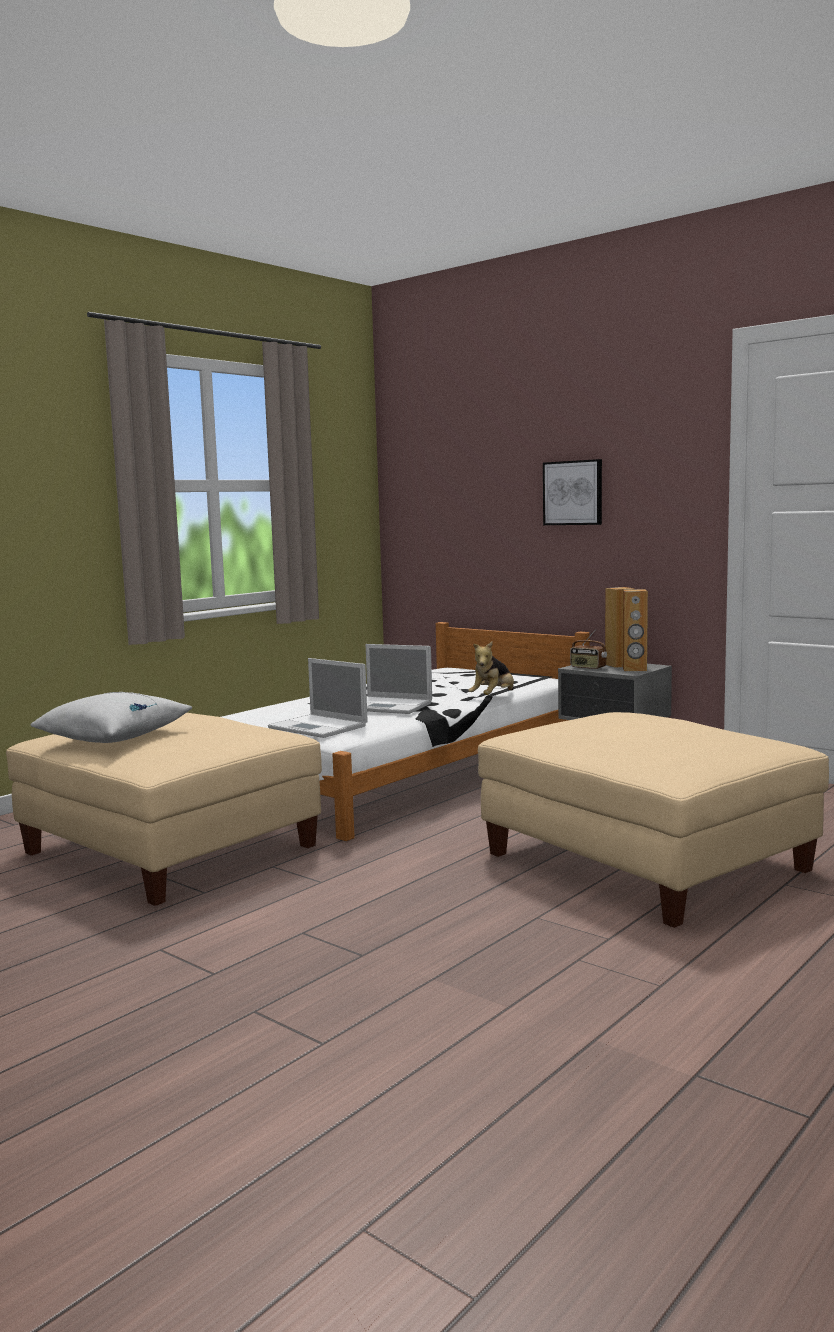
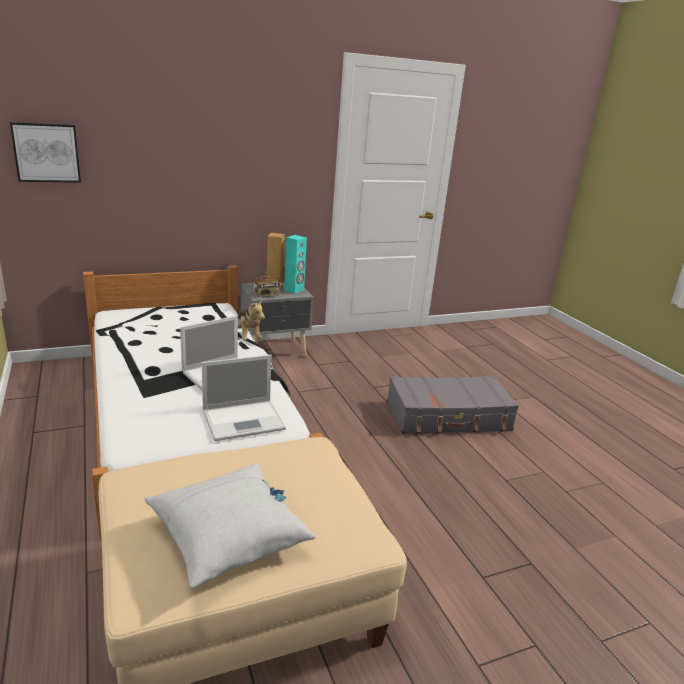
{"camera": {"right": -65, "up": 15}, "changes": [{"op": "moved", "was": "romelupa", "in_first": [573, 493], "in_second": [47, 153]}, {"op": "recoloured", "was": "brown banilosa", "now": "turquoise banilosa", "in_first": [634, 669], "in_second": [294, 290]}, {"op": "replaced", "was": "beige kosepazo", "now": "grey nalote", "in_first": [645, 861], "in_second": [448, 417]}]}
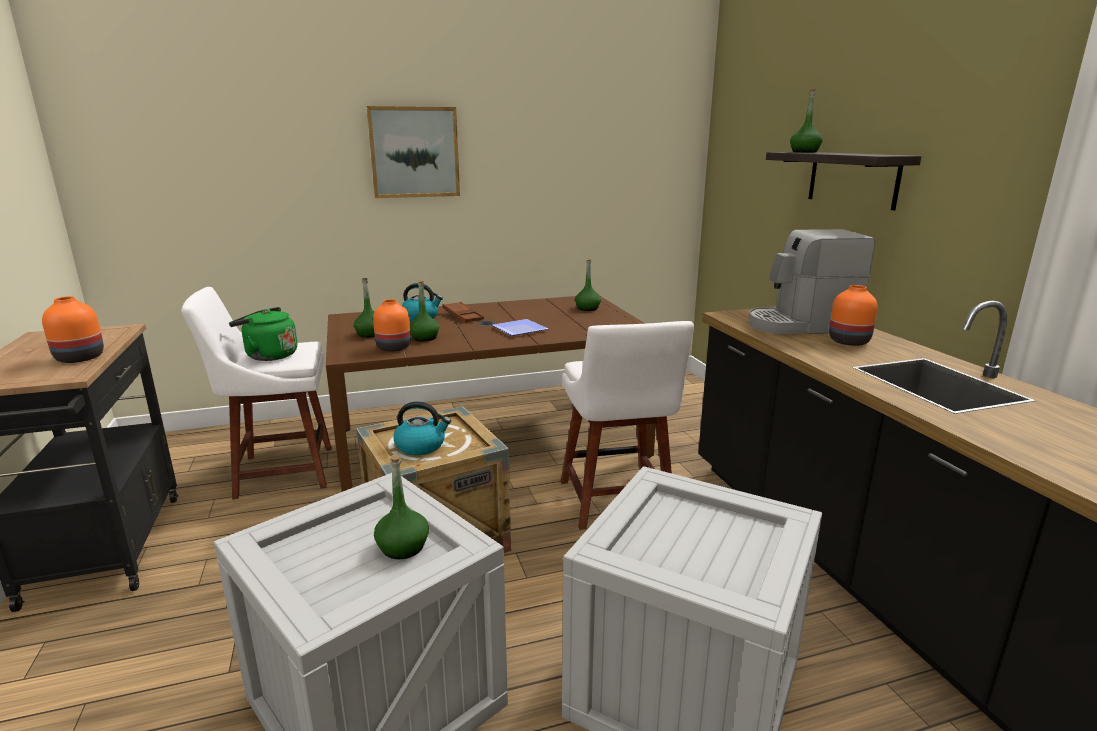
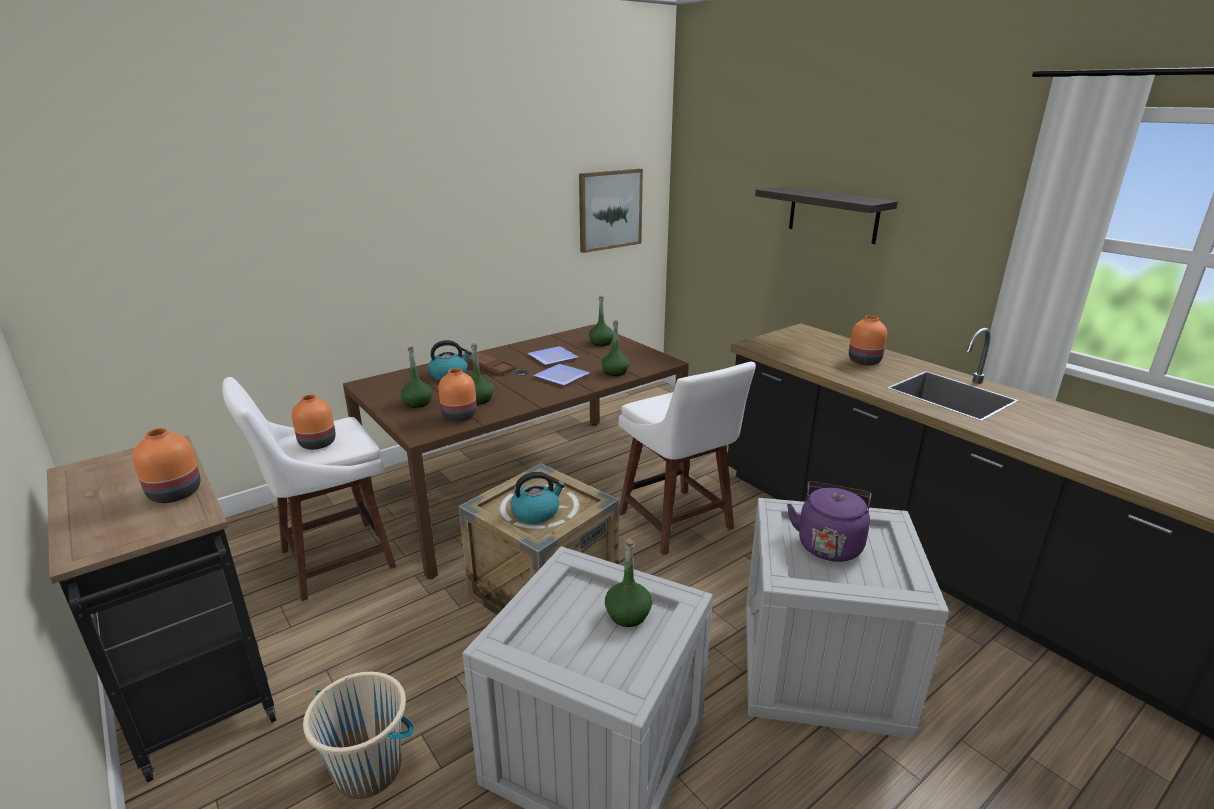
{"camera": {"right": -20, "up": 5}, "changes": [{"op": "moved", "was": "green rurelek", "in_first": [804, 152], "in_second": [615, 372]}, {"op": "moved", "was": "romelupa", "in_first": [414, 152], "in_second": [609, 209]}, {"op": "removed", "was": "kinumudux", "in_first": [800, 325]}, {"op": "replaced", "was": "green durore", "now": "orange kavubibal", "in_first": [268, 355], "in_second": [317, 443]}, {"op": "added", "now": "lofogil", "in_second": [552, 358]}, {"op": "added", "now": "purple durore", "in_second": [829, 544]}, {"op": "added", "now": "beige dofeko", "in_second": [369, 769]}]}
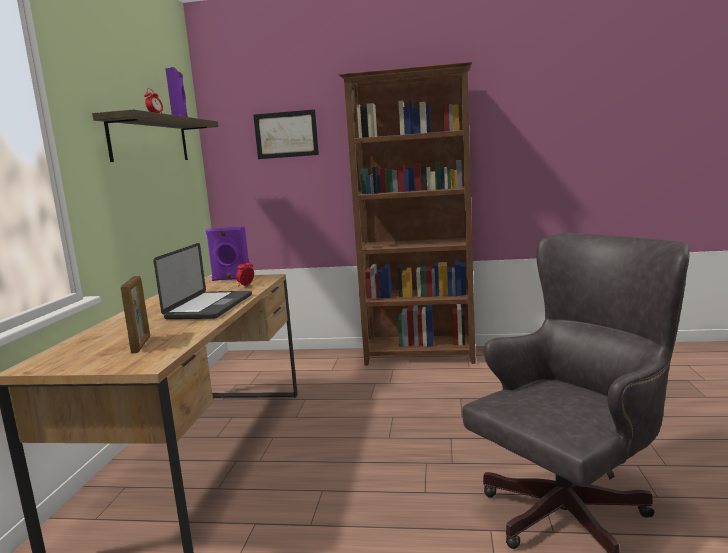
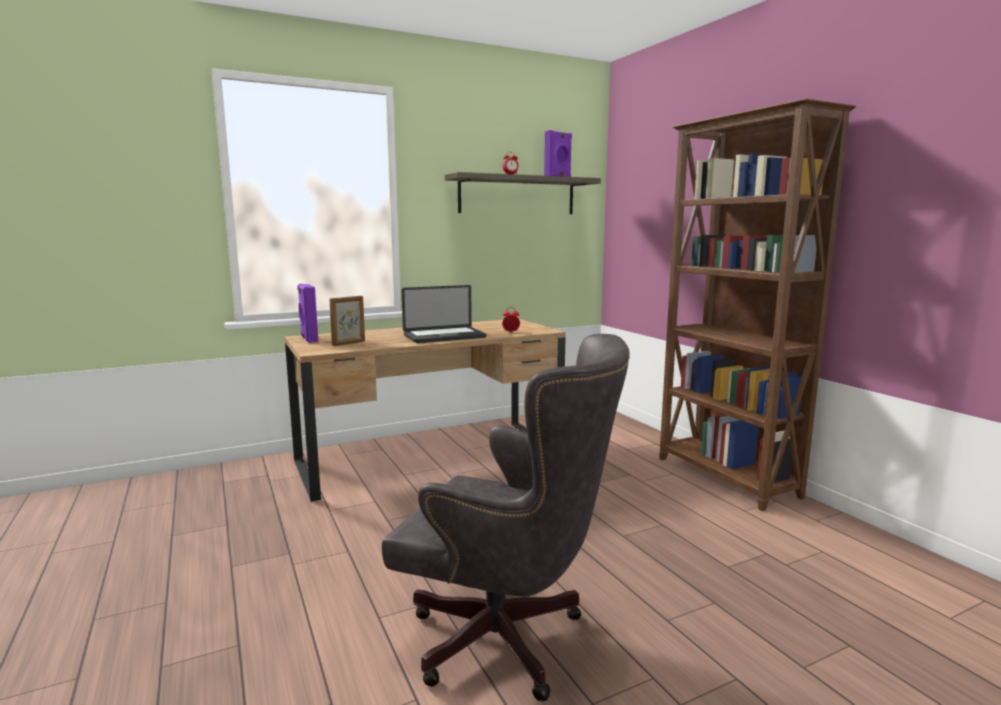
{"camera": {"right": 55, "up": 0}, "changes": [{"op": "removed", "was": "romelupa", "in_first": [286, 134]}, {"op": "moved", "was": "purple banilosa", "in_first": [231, 279], "in_second": [308, 339]}]}
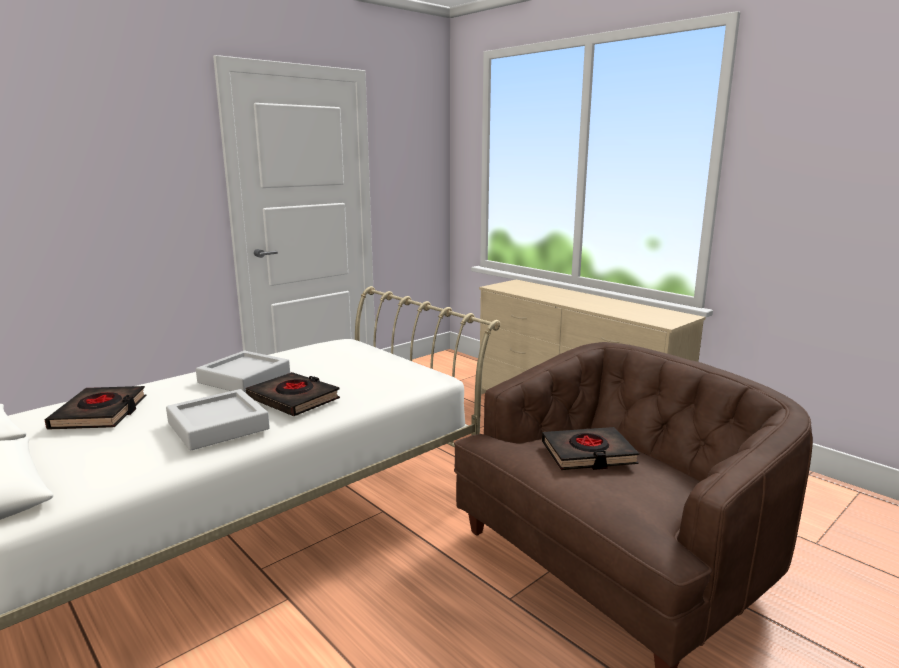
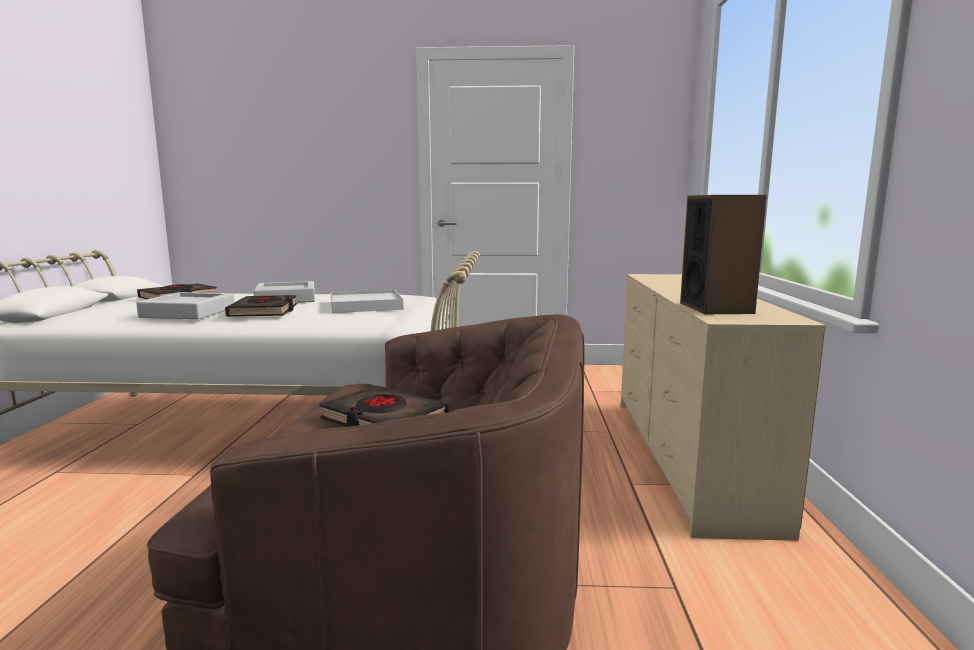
{"camera": {"right": 45, "up": -5}, "changes": [{"op": "added", "now": "banilosa", "in_second": [716, 308]}, {"op": "added", "now": "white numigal", "in_second": [366, 305]}]}
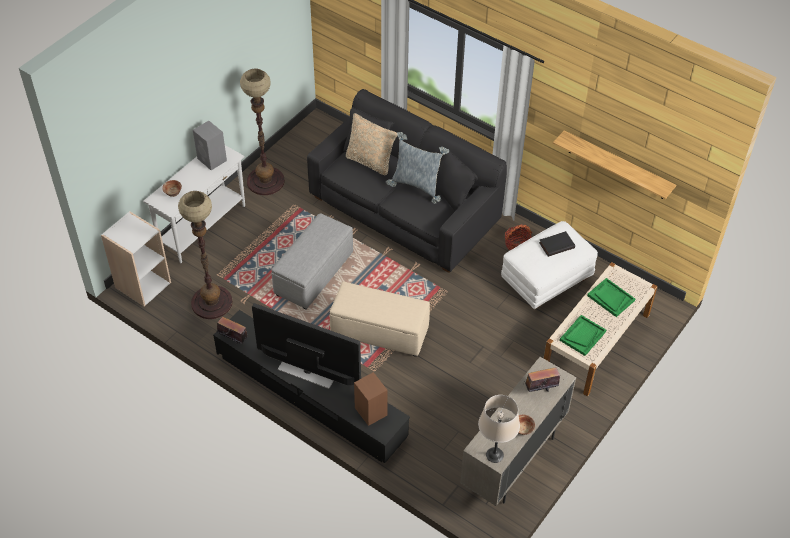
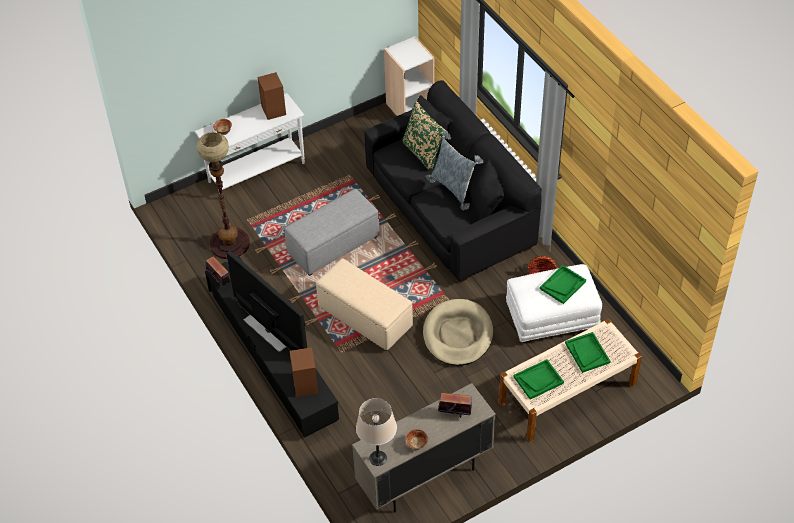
{"camera": {"right": 25, "up": 0}, "changes": [{"op": "removed", "was": "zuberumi", "in_first": [265, 181]}, {"op": "recoloured", "was": "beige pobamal", "now": "green pobamal", "in_first": [370, 163], "in_second": [423, 154]}, {"op": "recoloured", "was": "grey banilosa", "now": "brown banilosa", "in_first": [212, 160], "in_second": [273, 110]}, {"op": "removed", "was": "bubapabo", "in_first": [617, 165]}, {"op": "moved", "was": "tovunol", "in_first": [143, 285], "in_second": [410, 107]}, {"op": "replaced", "was": "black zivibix", "now": "green numigal", "in_first": [556, 245], "in_second": [562, 285]}, {"op": "added", "now": "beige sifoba", "in_second": [457, 335]}]}
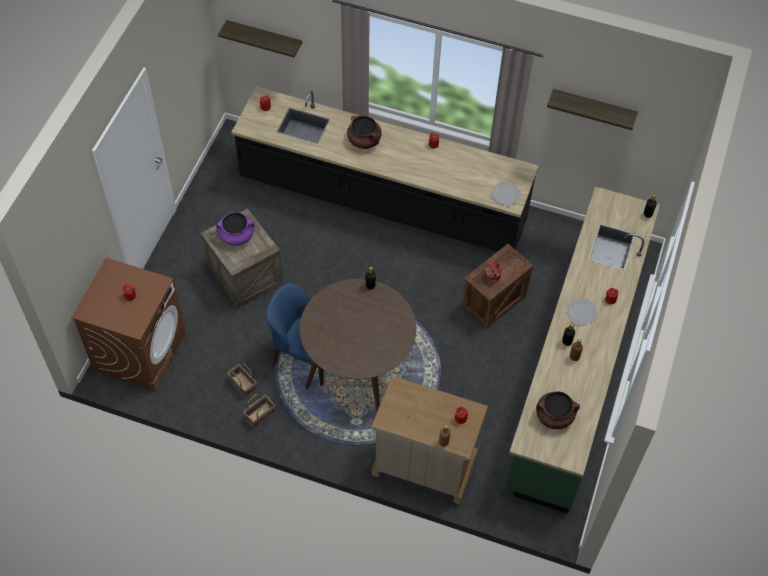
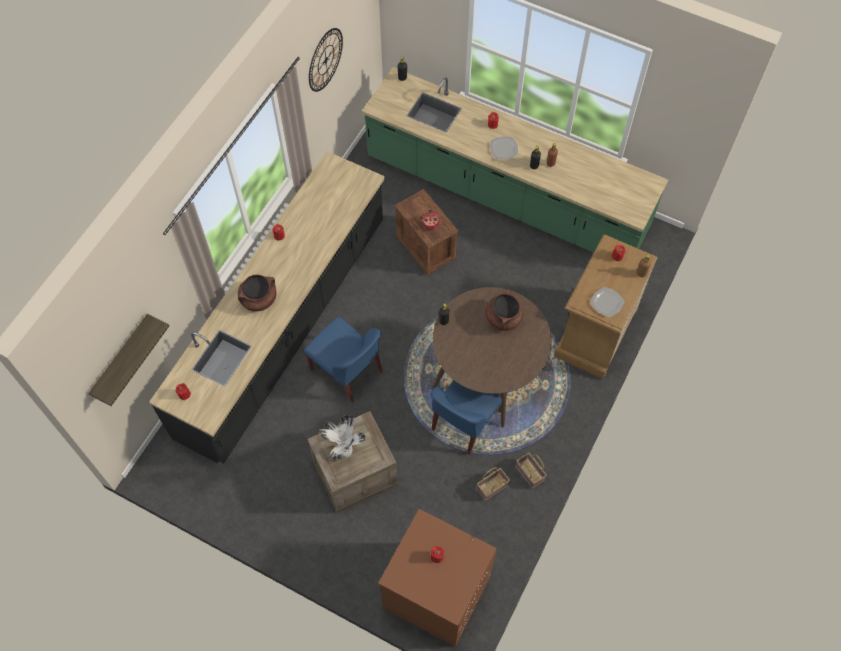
{"camera": {"right": -80, "up": 5}, "changes": [{"op": "replaced", "was": "bubapabo", "now": "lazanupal", "in_first": [593, 108], "in_second": [325, 60]}, {"op": "moved", "was": "lofogil", "in_first": [505, 194], "in_second": [607, 302]}, {"op": "replaced", "was": "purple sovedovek", "now": "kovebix", "in_first": [237, 236], "in_second": [343, 453]}, {"op": "moved", "was": "brown sovedovek", "in_first": [554, 416], "in_second": [503, 318]}, {"op": "added", "now": "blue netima", "in_second": [347, 371]}]}
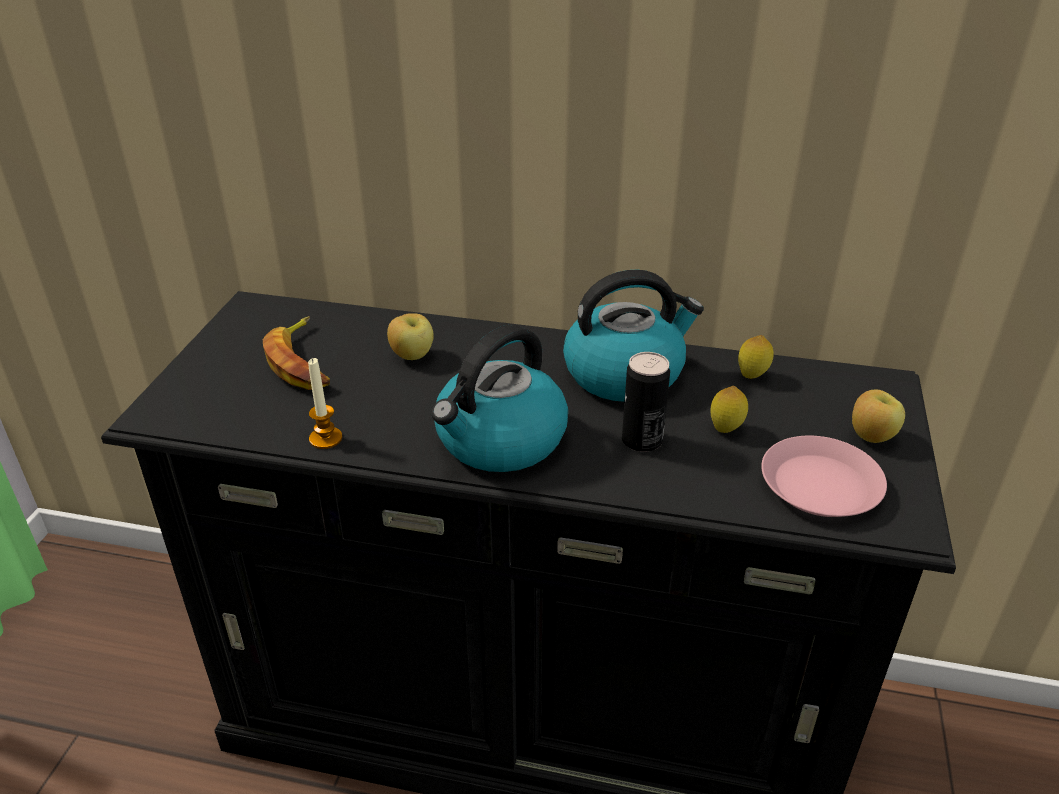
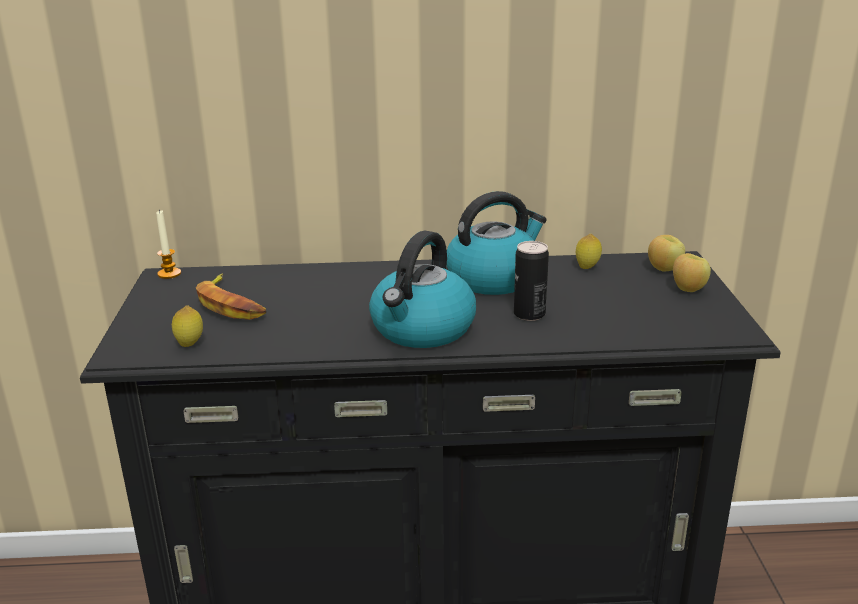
{"camera": {"right": -15, "up": -10}, "changes": [{"op": "moved", "was": "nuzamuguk", "in_first": [413, 356], "in_second": [664, 269]}, {"op": "moved", "was": "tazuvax", "in_first": [325, 438], "in_second": [169, 274]}, {"op": "moved", "was": "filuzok", "in_first": [725, 429], "in_second": [190, 345]}, {"op": "removed", "was": "pink lofogil", "in_first": [821, 486]}]}
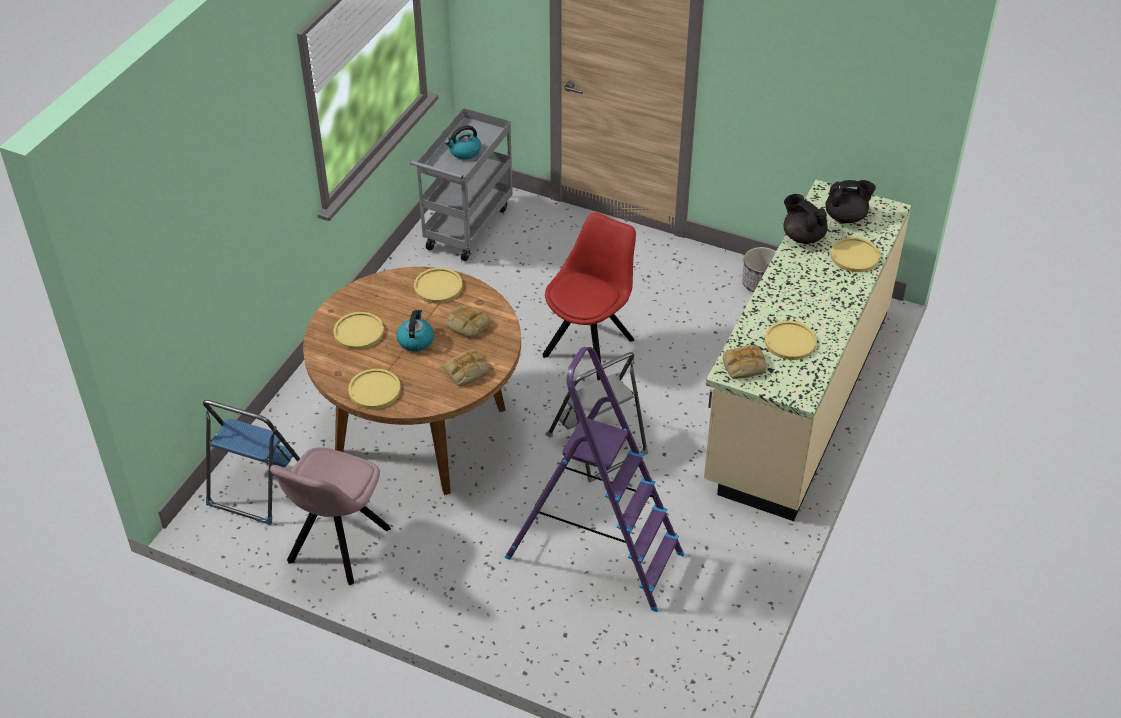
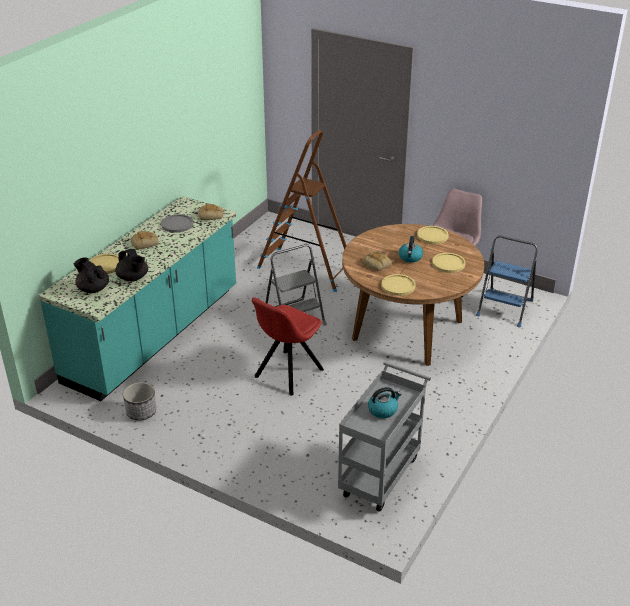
{"camera": {"right": -175, "up": -10}, "changes": [{"op": "recoloured", "was": "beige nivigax", "now": "turquoise nivigax", "in_first": [797, 396], "in_second": [155, 335]}, {"op": "turned", "was": "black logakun", "in_first": [846, 217], "in_second": [93, 289], "clockwise": 45}, {"op": "recoloured", "was": "yellow lofogil", "now": "grey lofogil", "in_first": [790, 341], "in_second": [177, 224]}, {"op": "recoloured", "was": "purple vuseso", "now": "brown vuseso", "in_first": [595, 556], "in_second": [305, 269]}, {"op": "moved", "was": "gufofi", "in_first": [466, 372], "in_second": [145, 243]}]}
